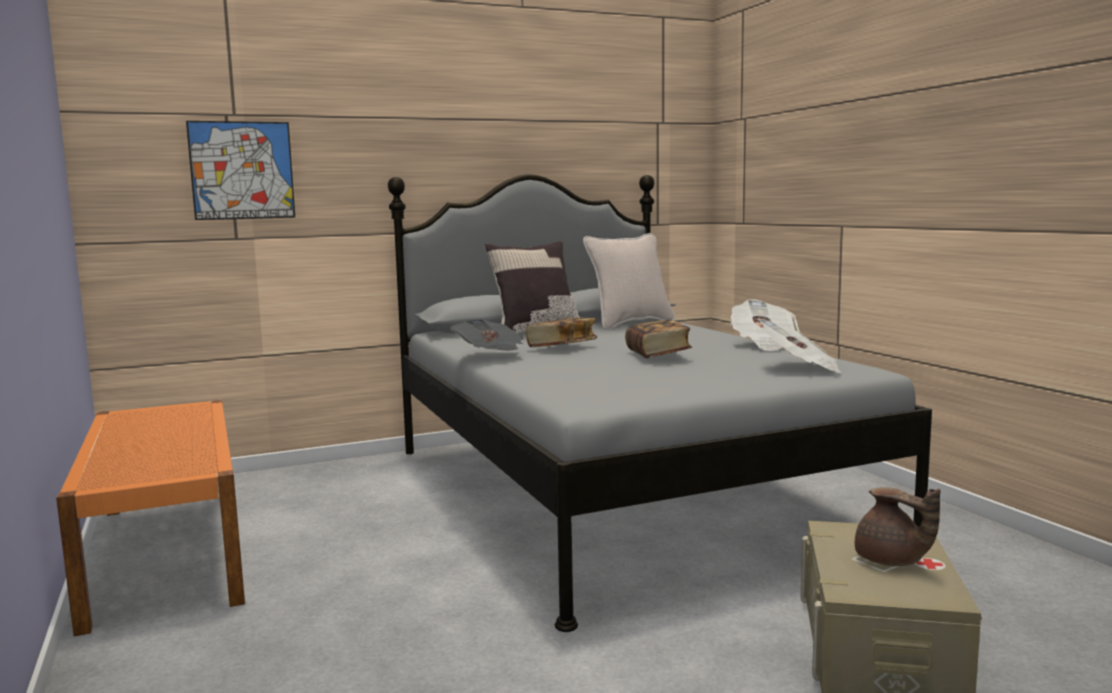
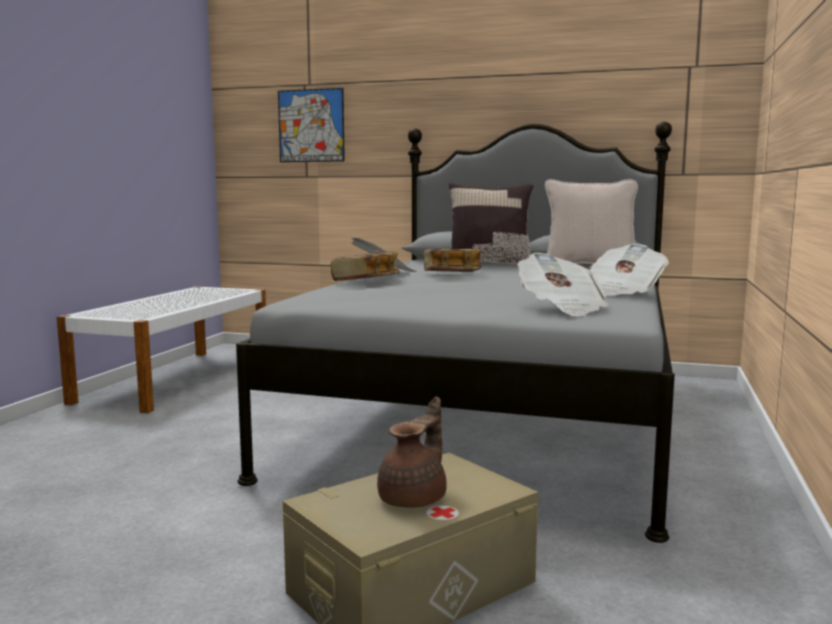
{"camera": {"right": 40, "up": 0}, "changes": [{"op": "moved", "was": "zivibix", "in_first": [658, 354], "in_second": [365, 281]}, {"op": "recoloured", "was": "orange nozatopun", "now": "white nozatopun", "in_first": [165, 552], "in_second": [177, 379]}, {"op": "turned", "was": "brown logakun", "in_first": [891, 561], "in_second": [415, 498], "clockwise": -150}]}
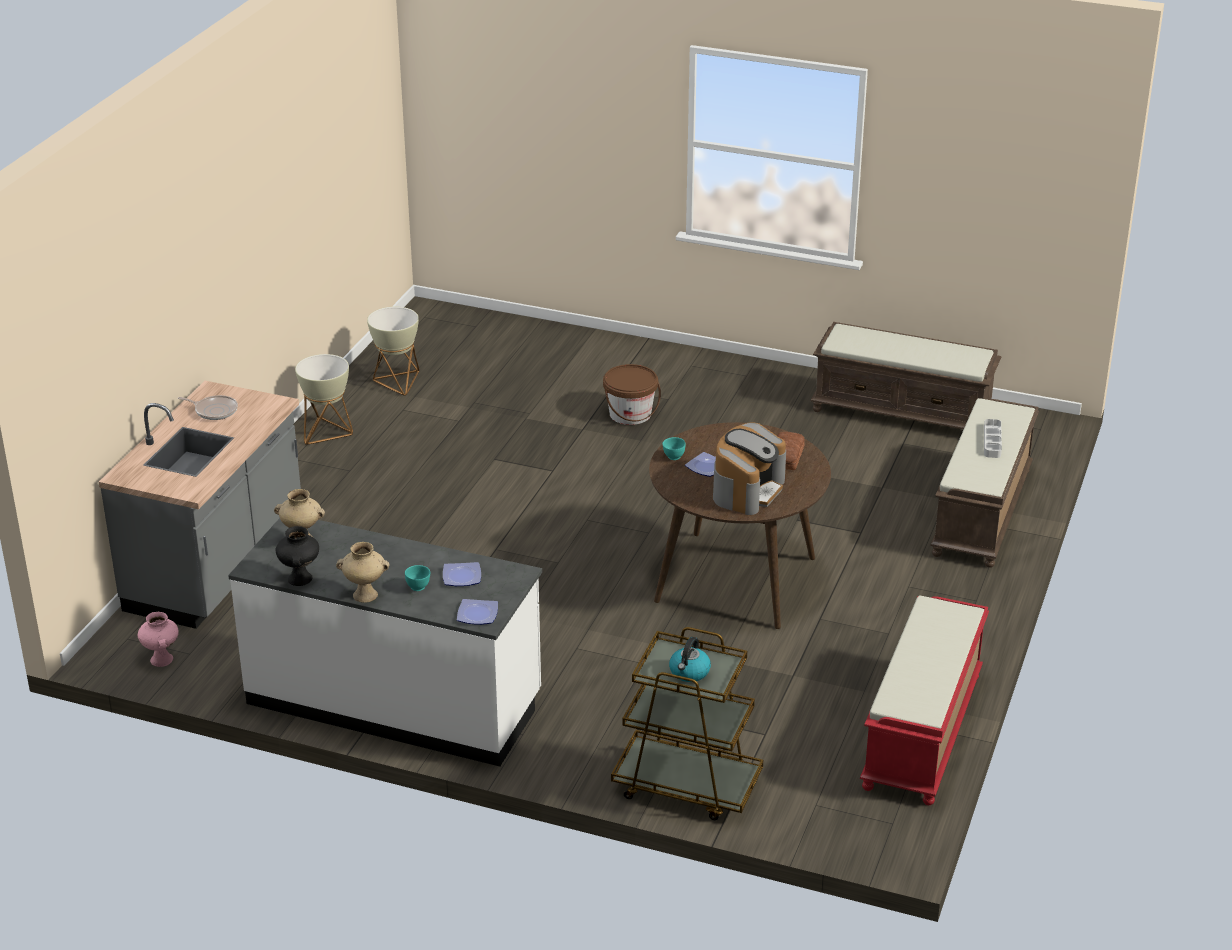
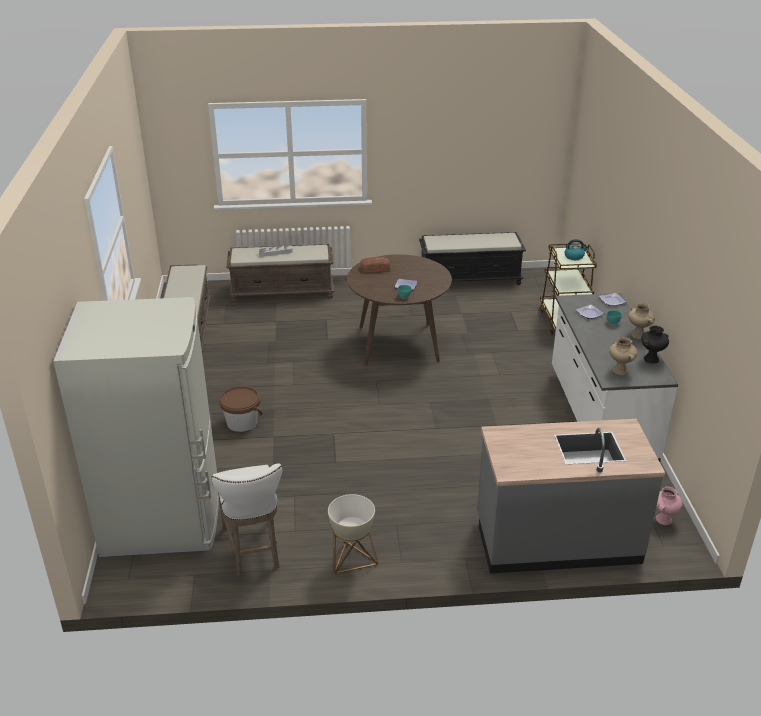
{"camera": {"right": -115, "up": 0}, "changes": [{"op": "replaced", "was": "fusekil", "now": "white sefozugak", "in_first": [397, 382], "in_second": [253, 550]}, {"op": "removed", "was": "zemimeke", "in_first": [214, 411]}, {"op": "removed", "was": "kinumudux", "in_first": [747, 490]}, {"op": "recoloured", "was": "red nozatopun", "now": "black nozatopun", "in_first": [923, 732], "in_second": [470, 278]}, {"op": "added", "now": "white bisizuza", "in_second": [163, 518]}]}
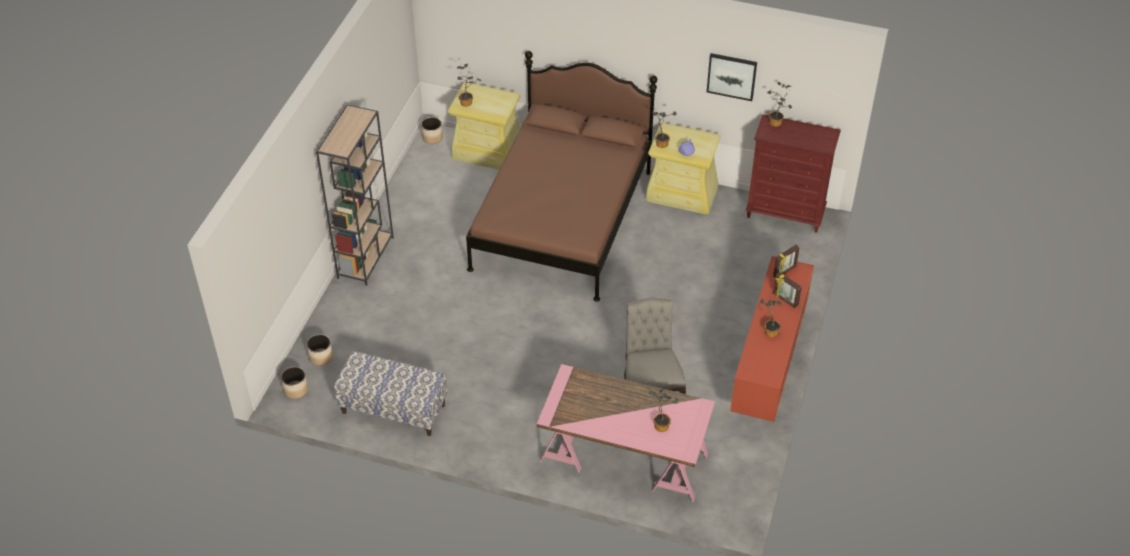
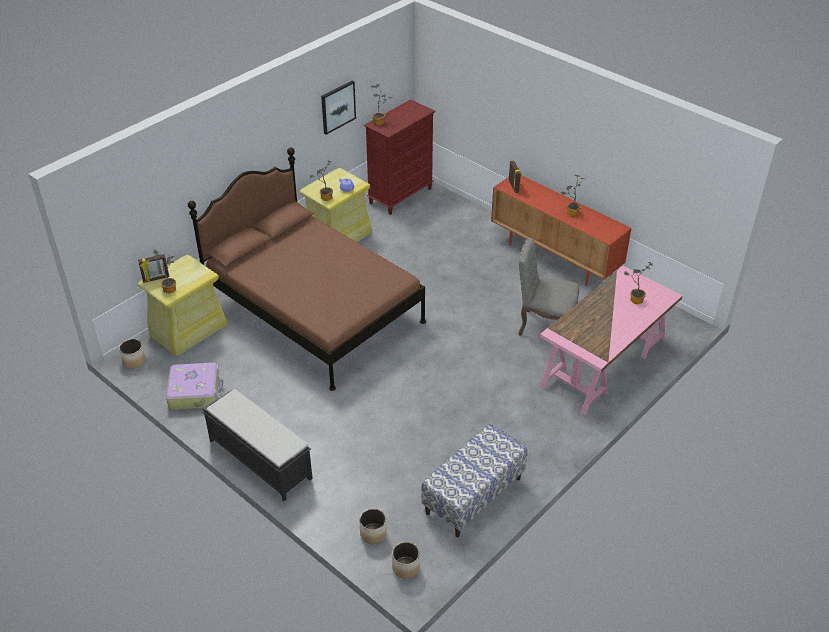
{"camera": {"right": -65, "up": -5}, "changes": [{"op": "replaced", "was": "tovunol", "now": "black nozatopun", "in_first": [365, 257], "in_second": [259, 459]}, {"op": "moved", "was": "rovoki", "in_first": [785, 300], "in_second": [156, 279]}, {"op": "added", "now": "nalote", "in_second": [195, 391]}]}
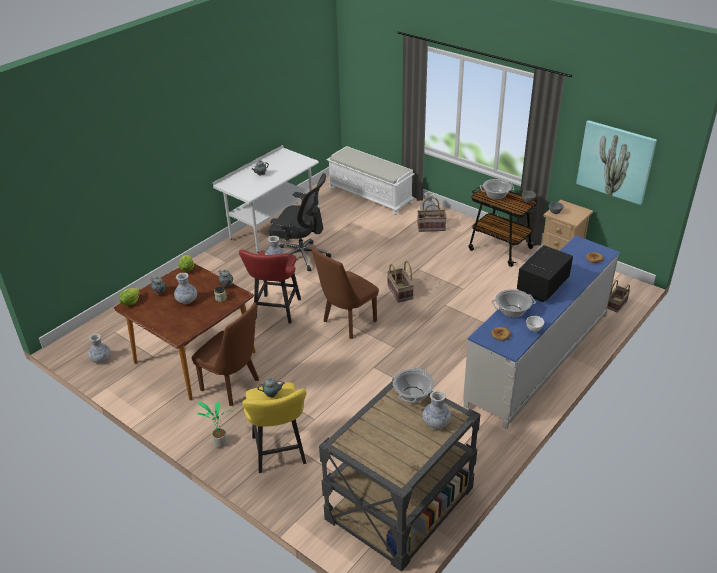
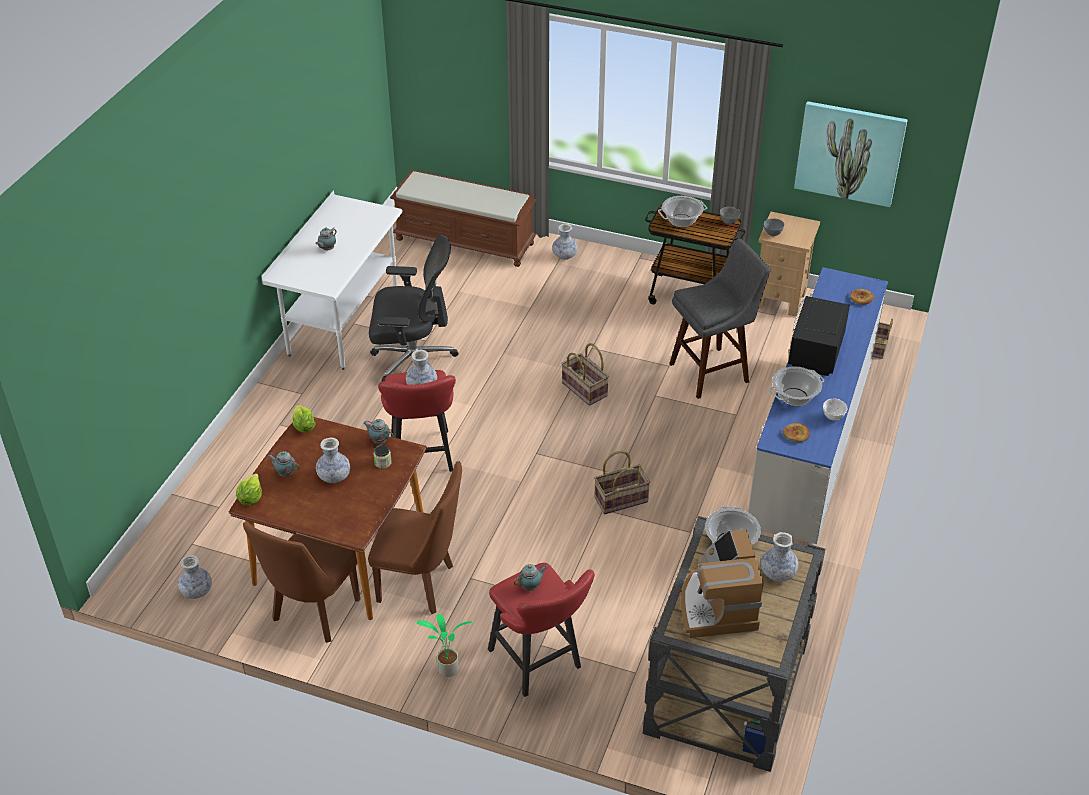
{"camera": {"right": -20, "up": 5}, "changes": [{"op": "recoloured", "was": "white nozatopun", "now": "brown nozatopun", "in_first": [371, 195], "in_second": [466, 241]}, {"op": "moved", "was": "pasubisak", "in_first": [431, 227], "in_second": [621, 499]}, {"op": "moved", "was": "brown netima", "in_first": [346, 323], "in_second": [312, 615]}, {"op": "recoloured", "was": "yellow sefozugak", "now": "red sefozugak", "in_first": [280, 456], "in_second": [540, 666]}, {"op": "added", "now": "grey sefozugak", "in_second": [712, 371]}, {"op": "added", "now": "kinumudux", "in_second": [717, 606]}]}
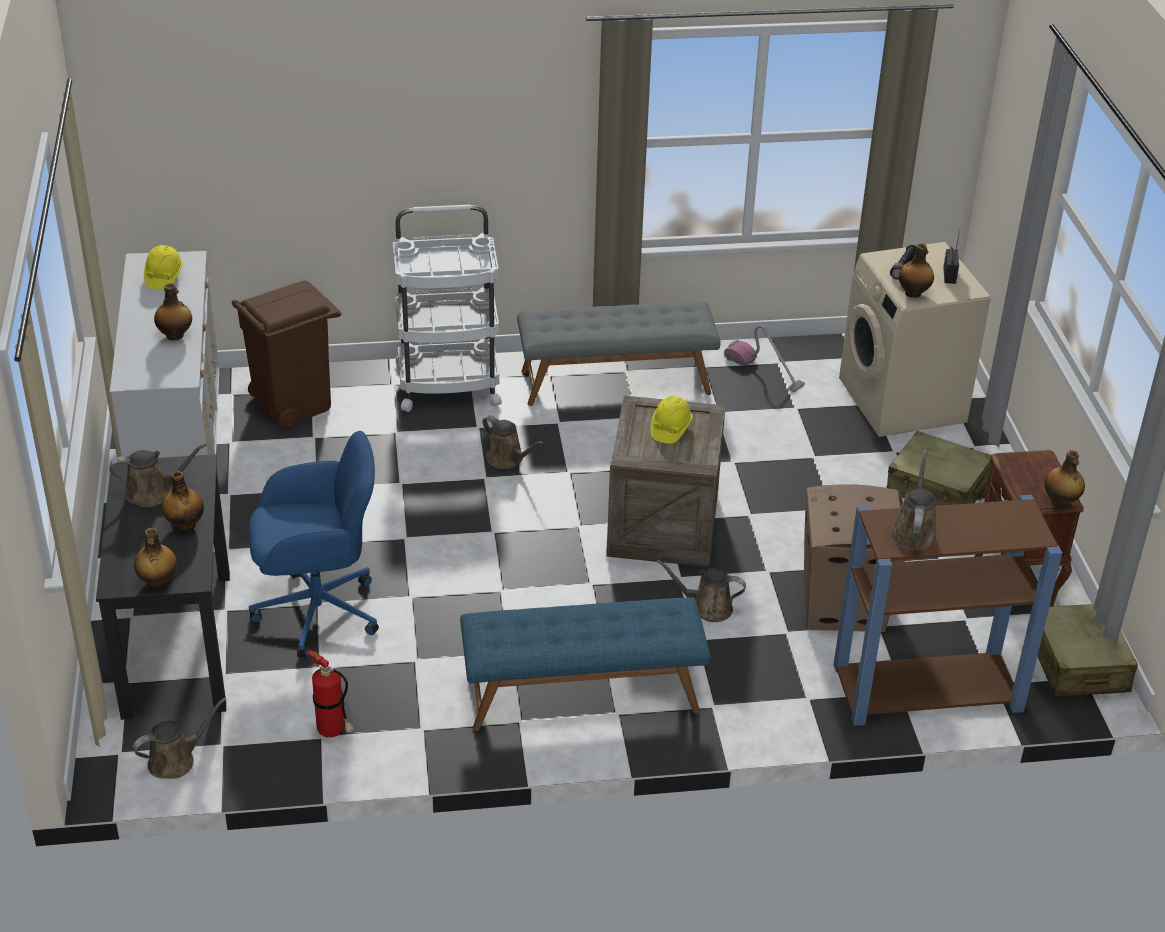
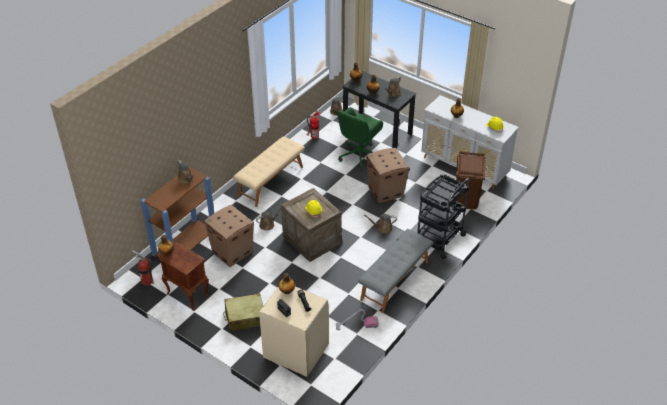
{"camera": {"right": 135, "up": 5}, "changes": [{"op": "recoloured", "was": "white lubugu", "now": "black lubugu", "in_first": [448, 385], "in_second": [438, 239]}, {"op": "recoloured", "was": "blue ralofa", "now": "green ralofa", "in_first": [320, 613], "in_second": [359, 156]}, {"op": "recoloured", "was": "blue nozatopun", "now": "beige nozatopun", "in_first": [582, 696], "in_second": [270, 181]}, {"op": "replaced", "was": "beige nalote", "now": "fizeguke", "in_first": [1077, 664], "in_second": [147, 281]}, {"op": "added", "now": "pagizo", "in_second": [386, 191]}]}
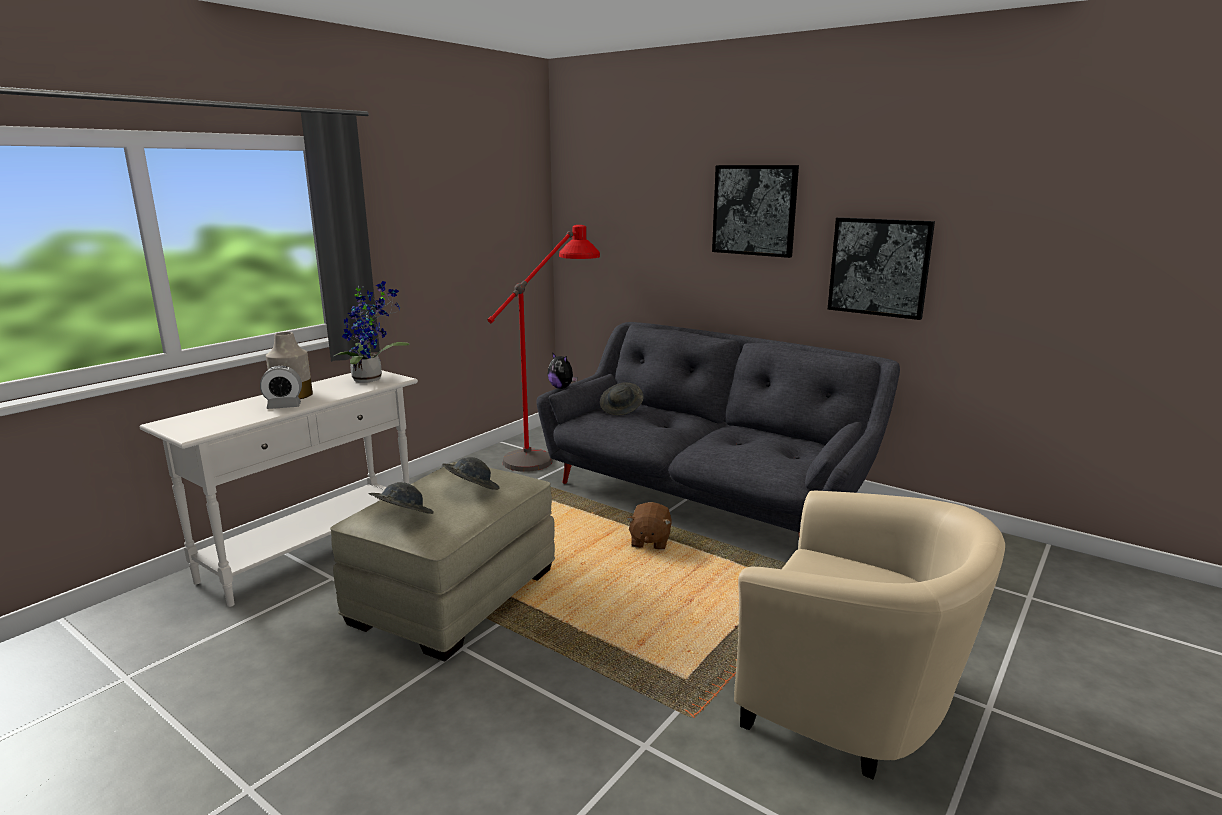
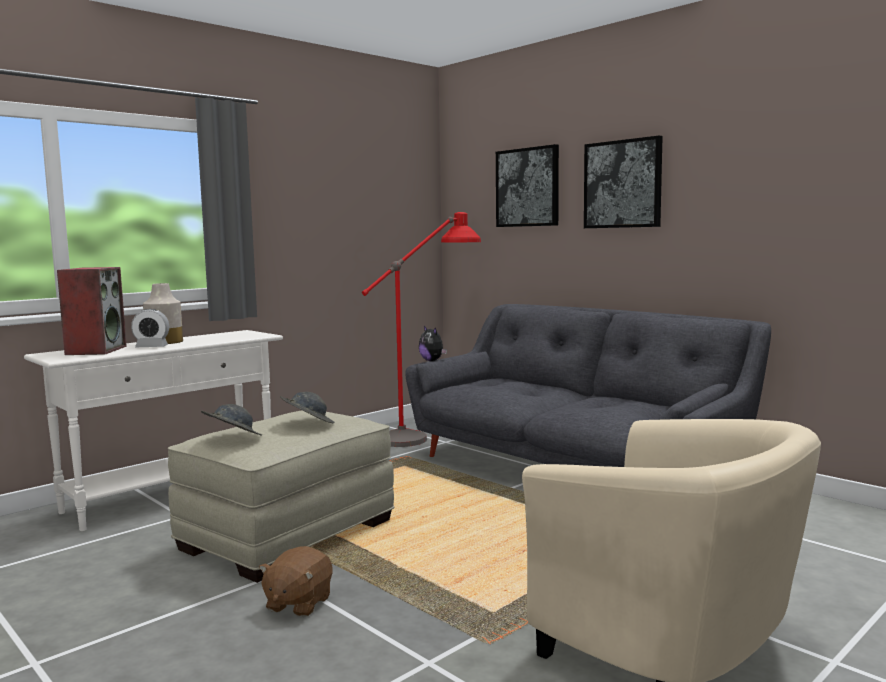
{"camera": {"right": 10, "up": -10}, "changes": [{"op": "moved", "was": "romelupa", "in_first": [879, 267], "in_second": [527, 187]}, {"op": "removed", "was": "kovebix", "in_first": [371, 379]}, {"op": "removed", "was": "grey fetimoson", "in_first": [621, 409]}, {"op": "moved", "was": "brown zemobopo", "in_first": [649, 541], "in_second": [298, 603]}, {"op": "added", "now": "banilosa", "in_second": [96, 350]}]}
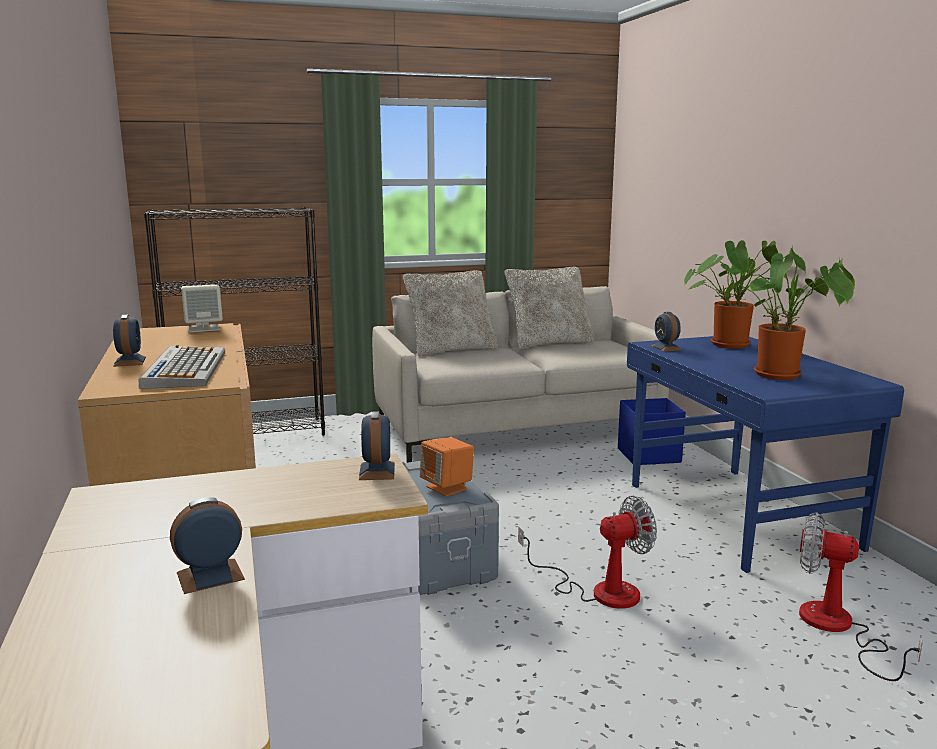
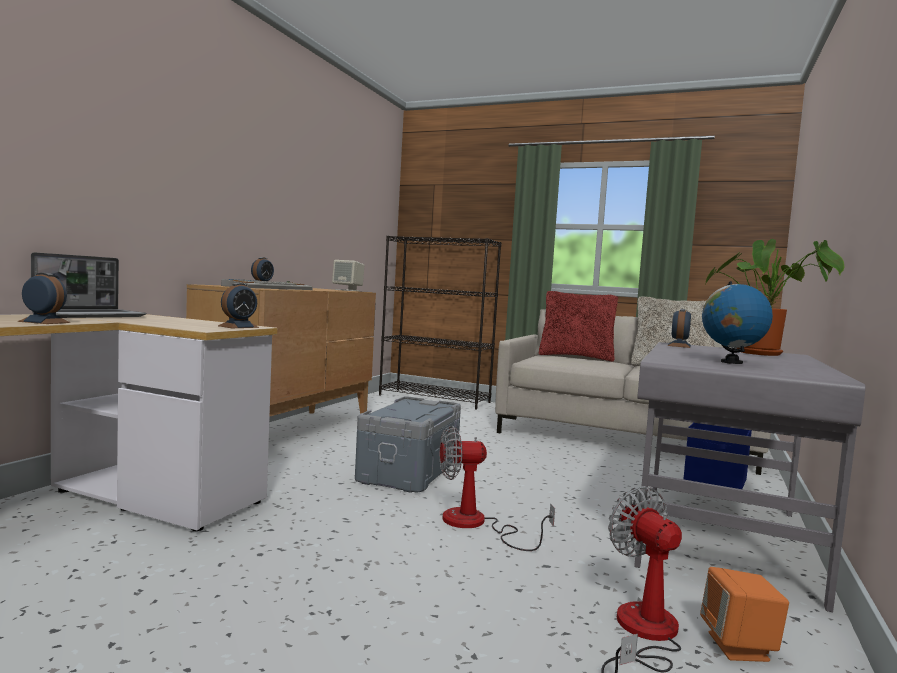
{"camera": {"right": 40, "up": -10}, "changes": [{"op": "replaced", "was": "kovebix", "now": "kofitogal", "in_first": [783, 375], "in_second": [731, 362]}, {"op": "recoloured", "was": "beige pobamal", "now": "red pobamal", "in_first": [452, 349], "in_second": [576, 356]}, {"op": "recoloured", "was": "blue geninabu", "now": "grey geninabu", "in_first": [737, 516], "in_second": [719, 537]}, {"op": "moved", "was": "orange banilosa", "in_first": [447, 487], "in_second": [739, 647]}, {"op": "turned", "was": "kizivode", "in_first": [599, 590], "in_second": [476, 525], "clockwise": 150}, {"op": "added", "now": "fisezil", "in_second": [91, 315]}]}
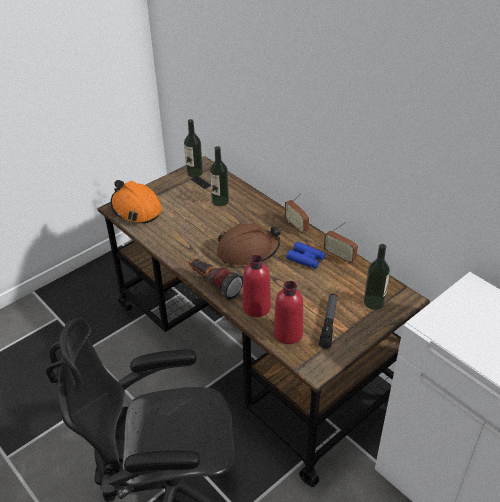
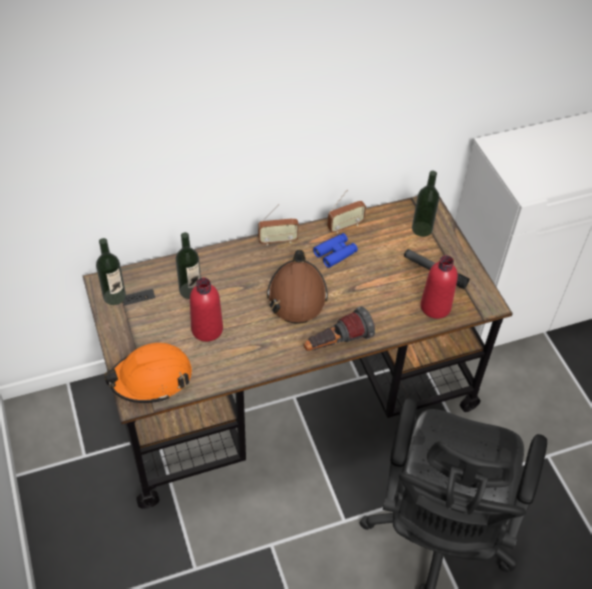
{"camera": {"right": -70, "up": 10}, "changes": [{"op": "moved", "was": "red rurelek", "in_first": [256, 307], "in_second": [207, 329]}]}
